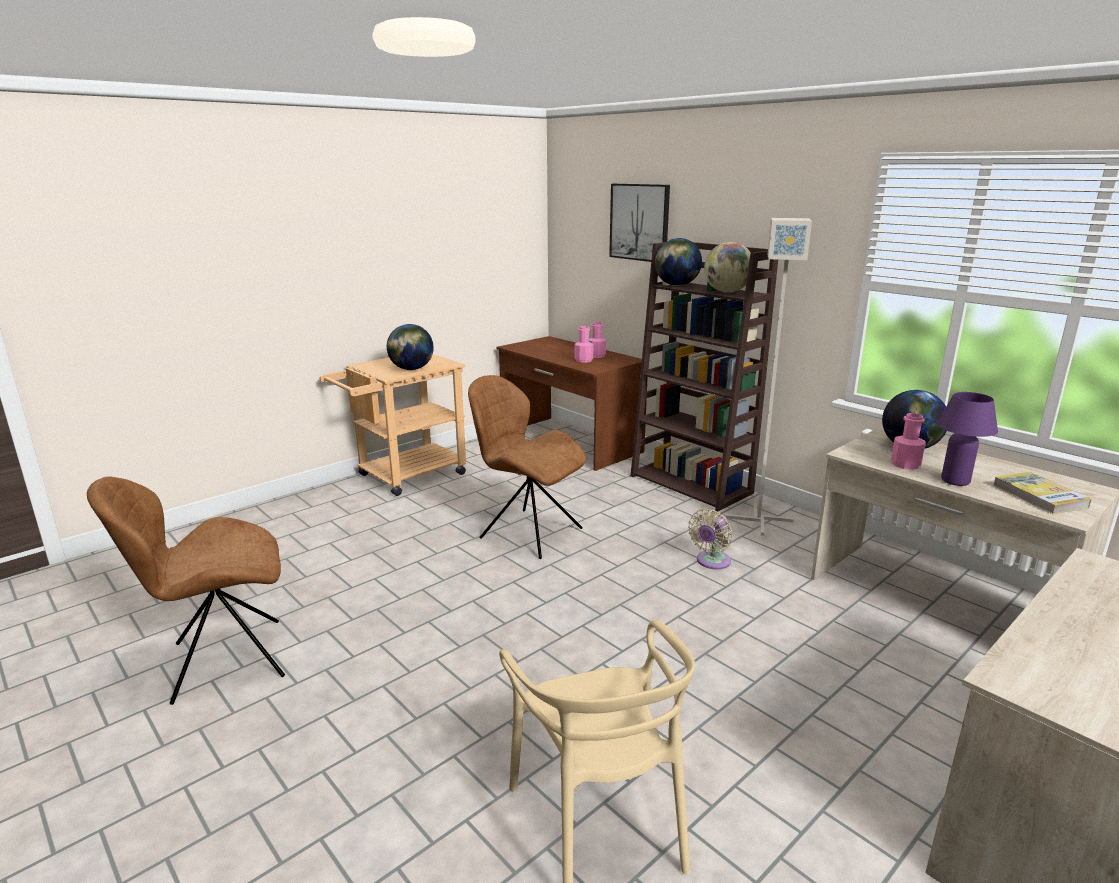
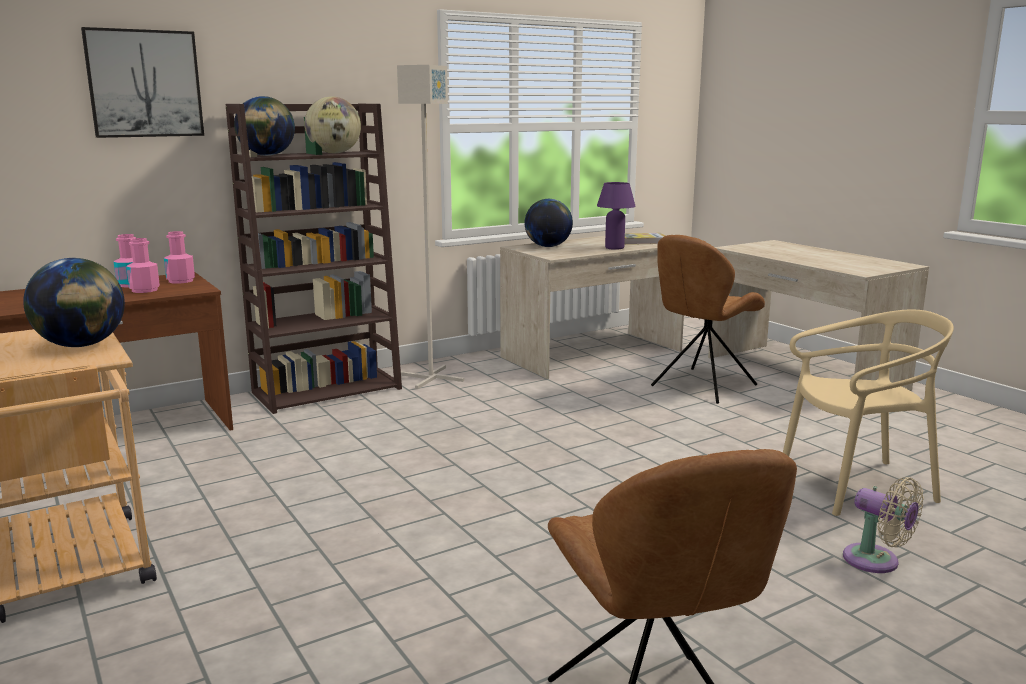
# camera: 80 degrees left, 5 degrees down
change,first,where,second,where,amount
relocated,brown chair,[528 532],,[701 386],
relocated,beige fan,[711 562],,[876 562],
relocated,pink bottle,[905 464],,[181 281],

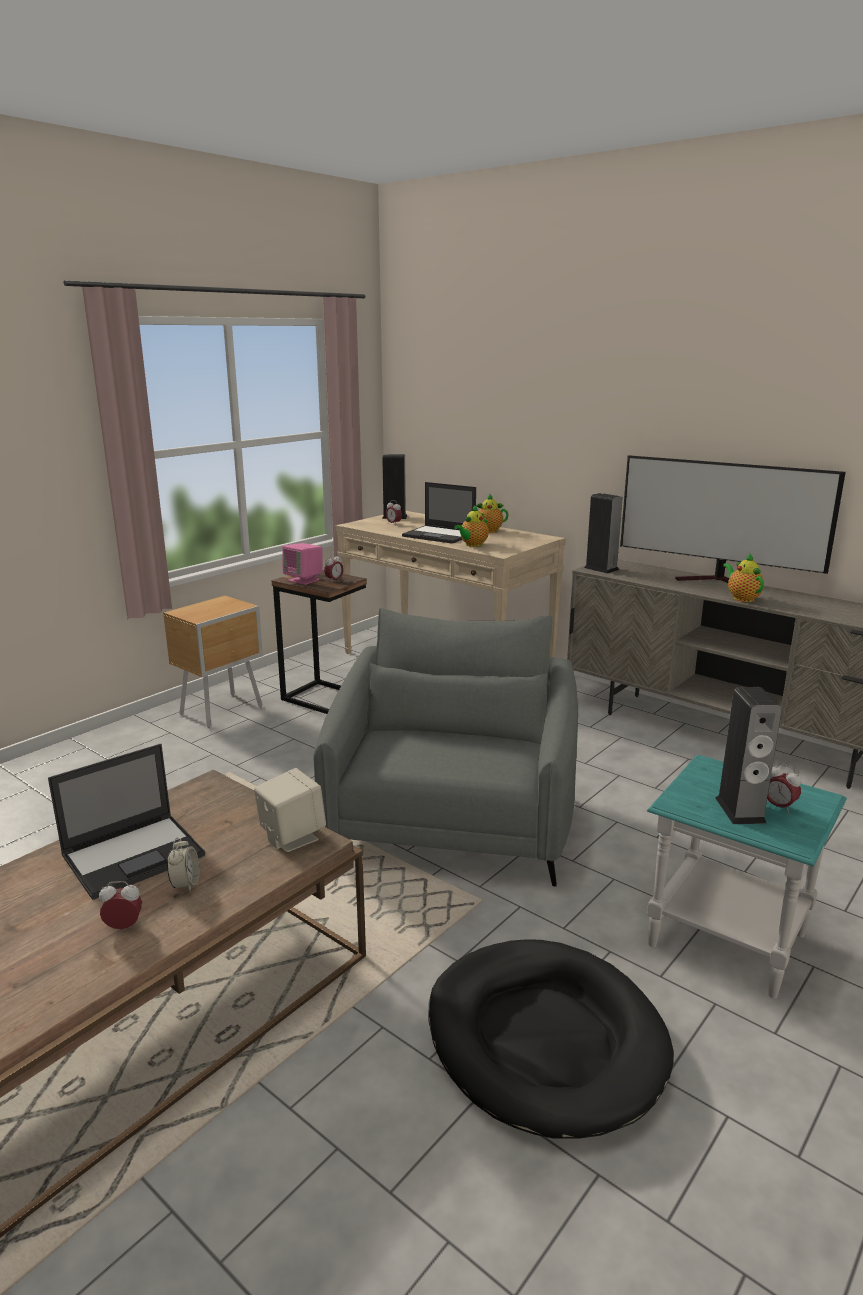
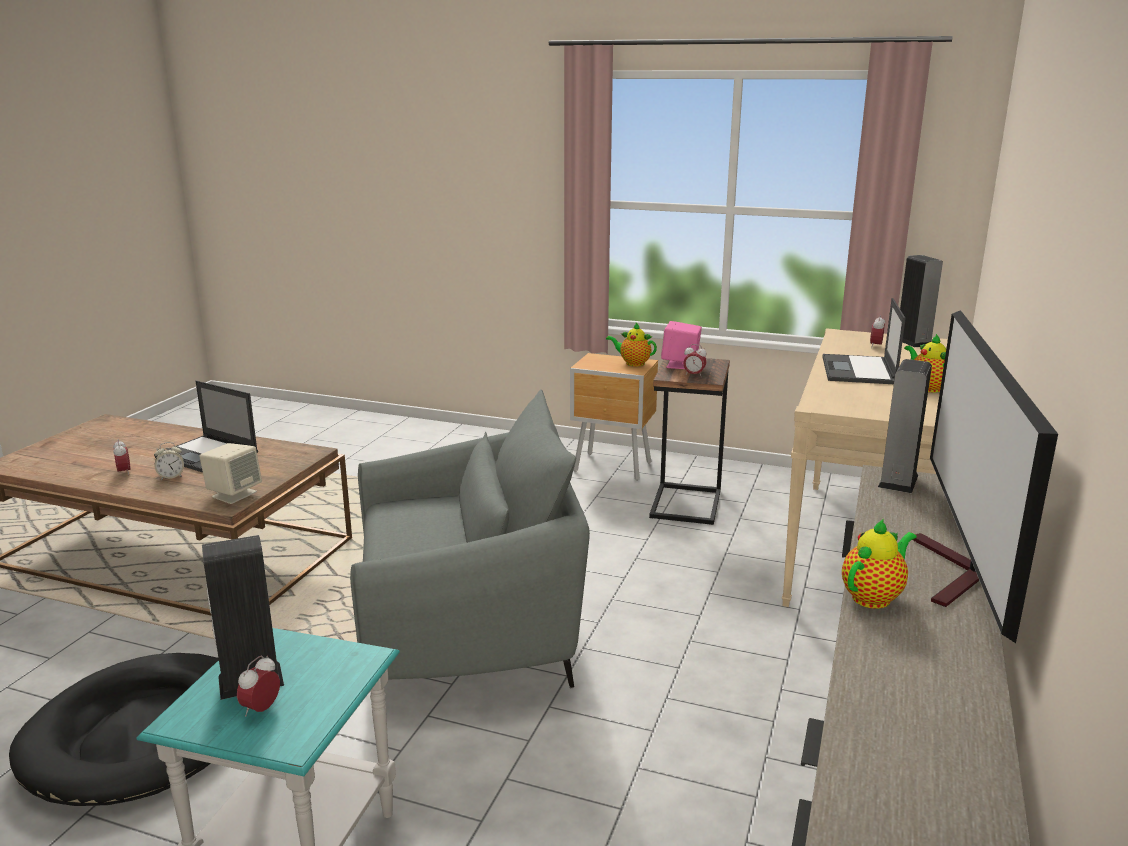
# camera: 70 degrees right, 0 degrees up
change,first,where,second,where,amount
relocated,teapot,[472 545],,[633 363],

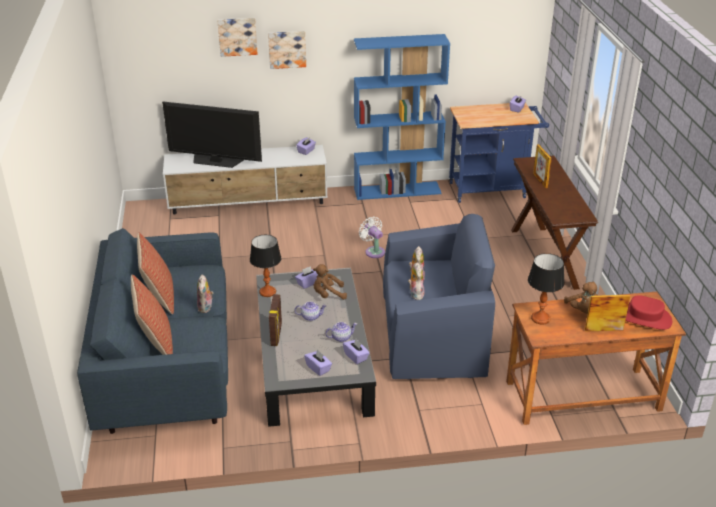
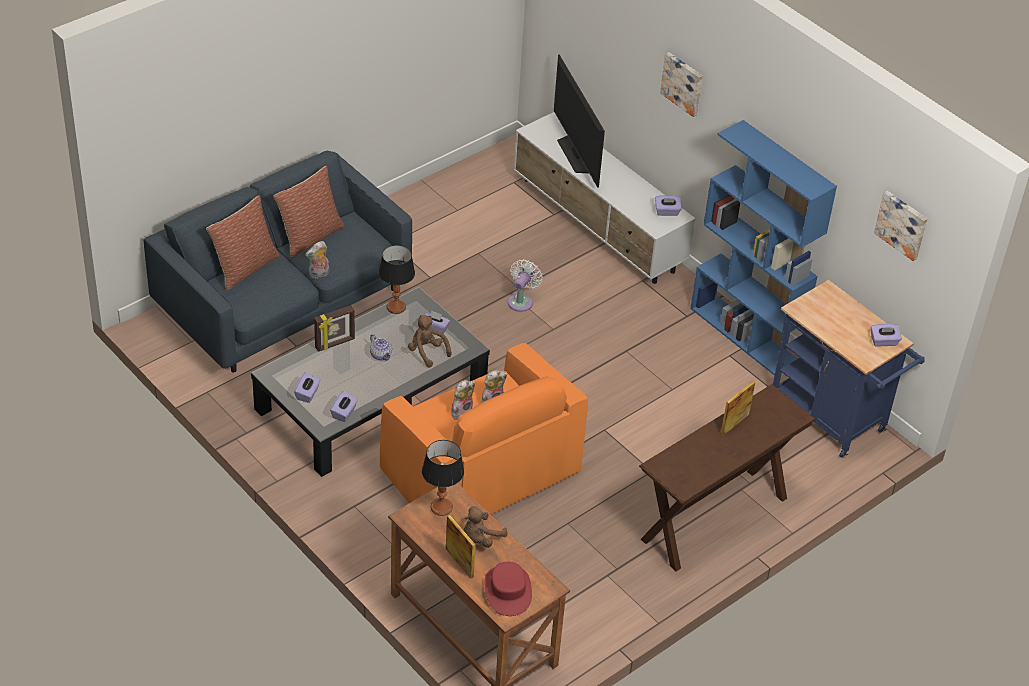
# camera: 55 degrees right, 10 degrees up
change,first,where,second,where,amount
relocated,picture,[237 36],,[902 224],
missing,teapot,[341 337],,,
relocated,white fan,[373 251],,[521 301],
colour,blue armchair,[432 336],orange armchair,[479 473],

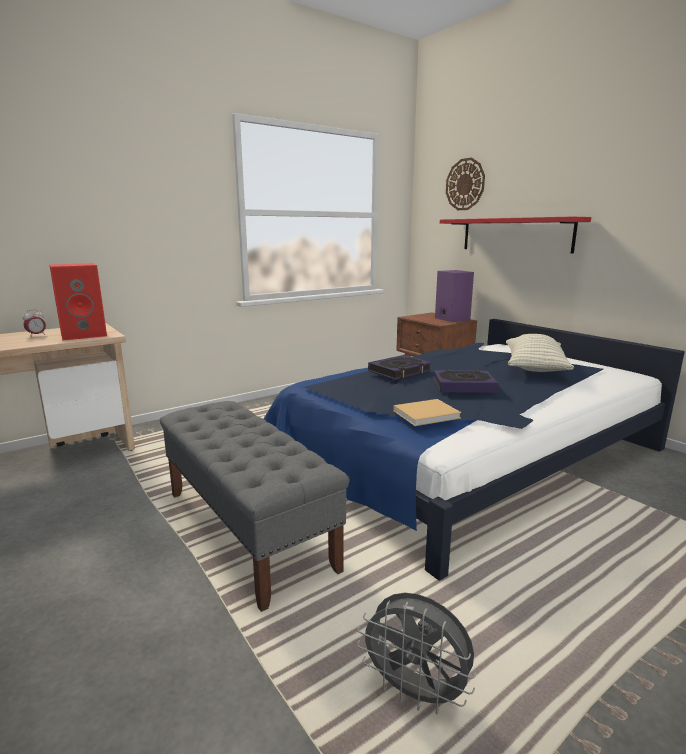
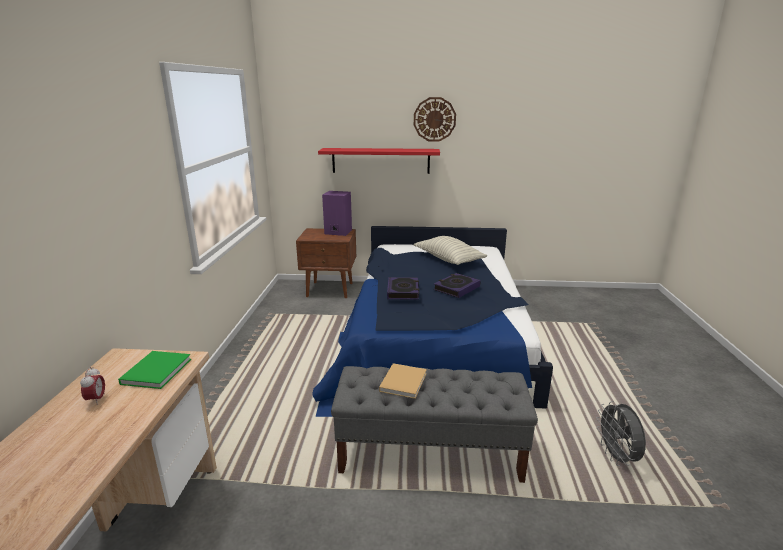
# camera: 50 degrees left, 5 degrees up
change,first,where,second,where,amount
exchanged,red speaker,[85 334],green book,[158 370],
spun,grey fan,[416 693],,[617 457],105 degrees clockwise
relocated,beige book,[428 414],,[404 381],
relocated,wall clock,[465 184],,[434 119],

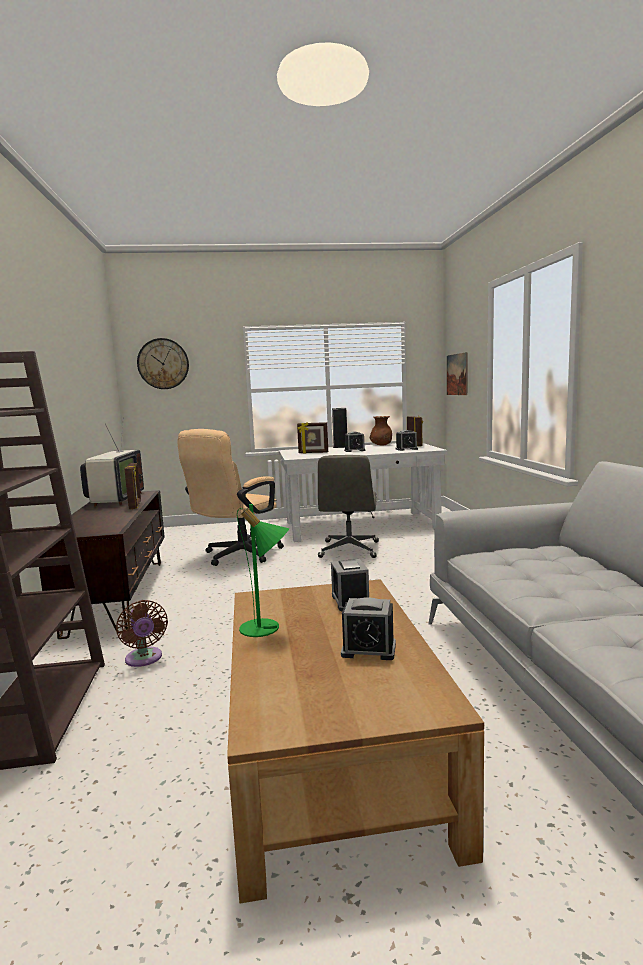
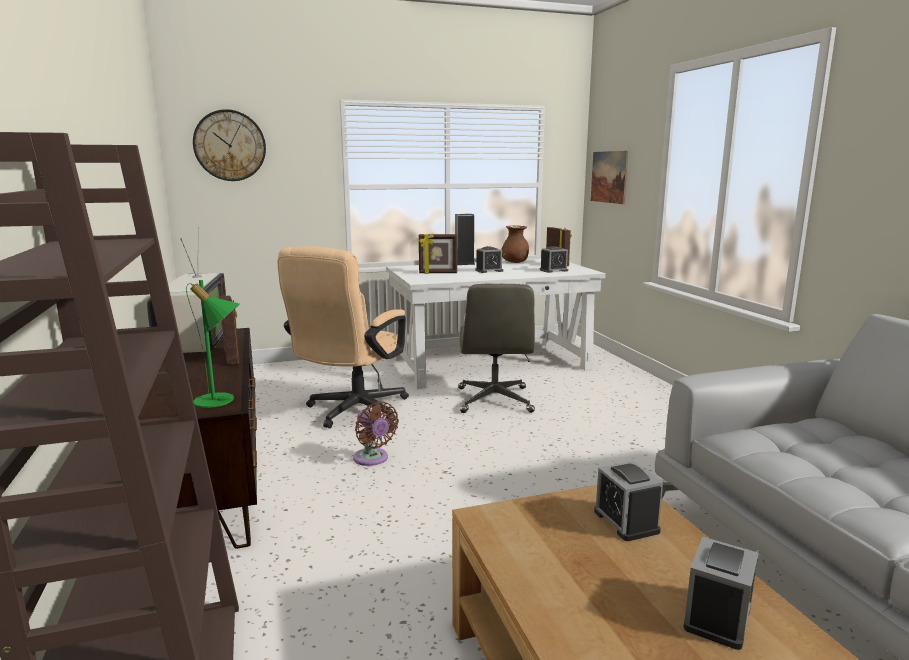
# camera: 10 degrees left, 5 degrees up
change,first,where,second,where,amount
relocated,brown fan,[144 659],,[372 459],
relocated,green table lamp,[266 629],,[220 401],
spun,alarm clock,[368 649],,[717 617],60 degrees counterclockwise

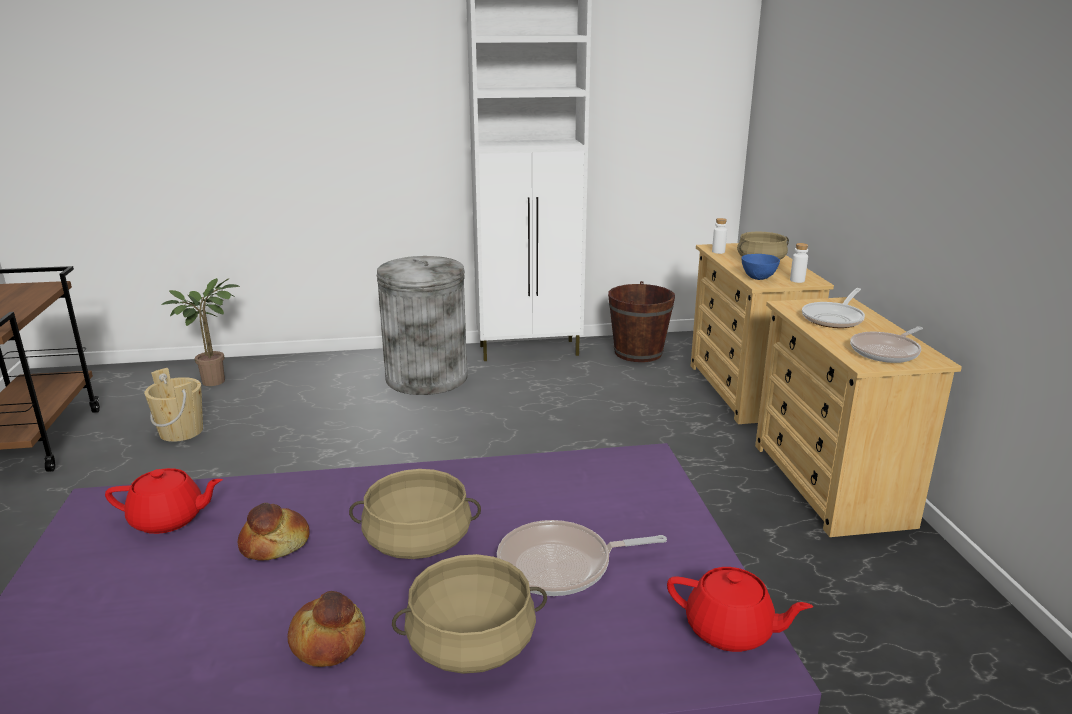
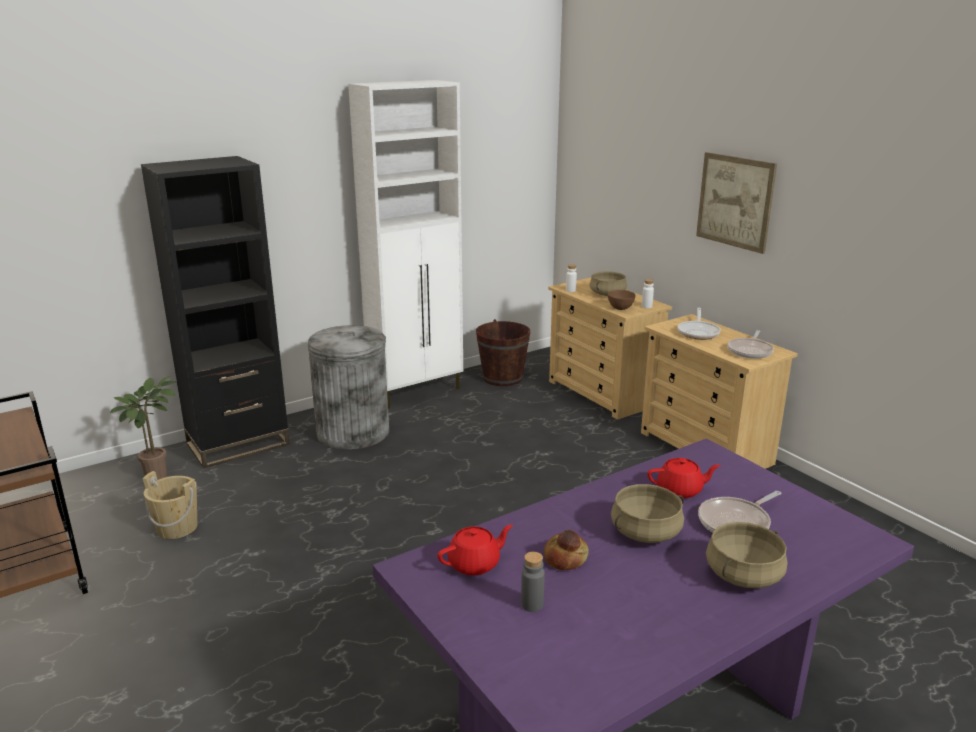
# camera: 25 degrees left, 0 degrees up
change,first,where,second,where,amount
missing,bread,[329 641],,,
relocated,red teapot,[730 631],,[680 490],
colour,blue bowl,[758 278],brown bowl,[620 308],
appeared,,,black bookcase,[238 444],
appeared,,,grey bottle,[532 604],
appeared,,,picture,[735 201],

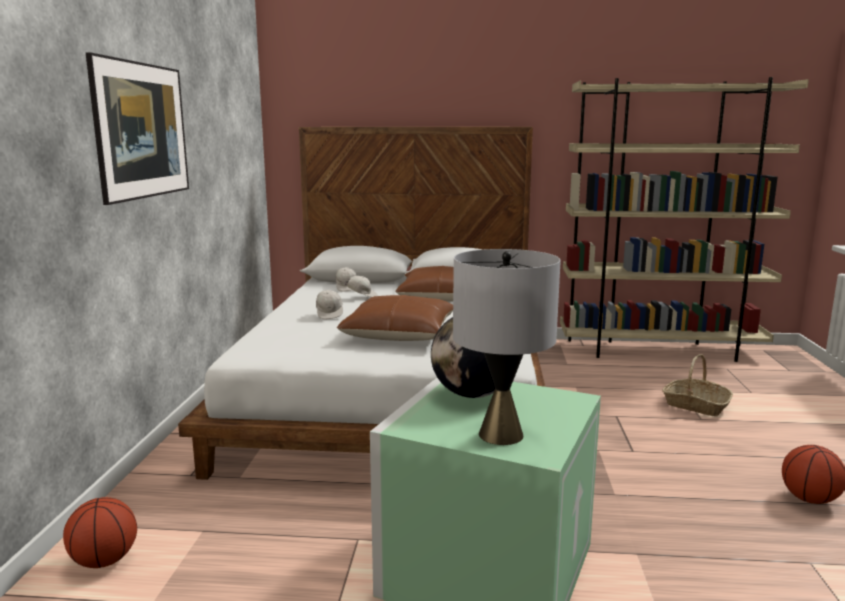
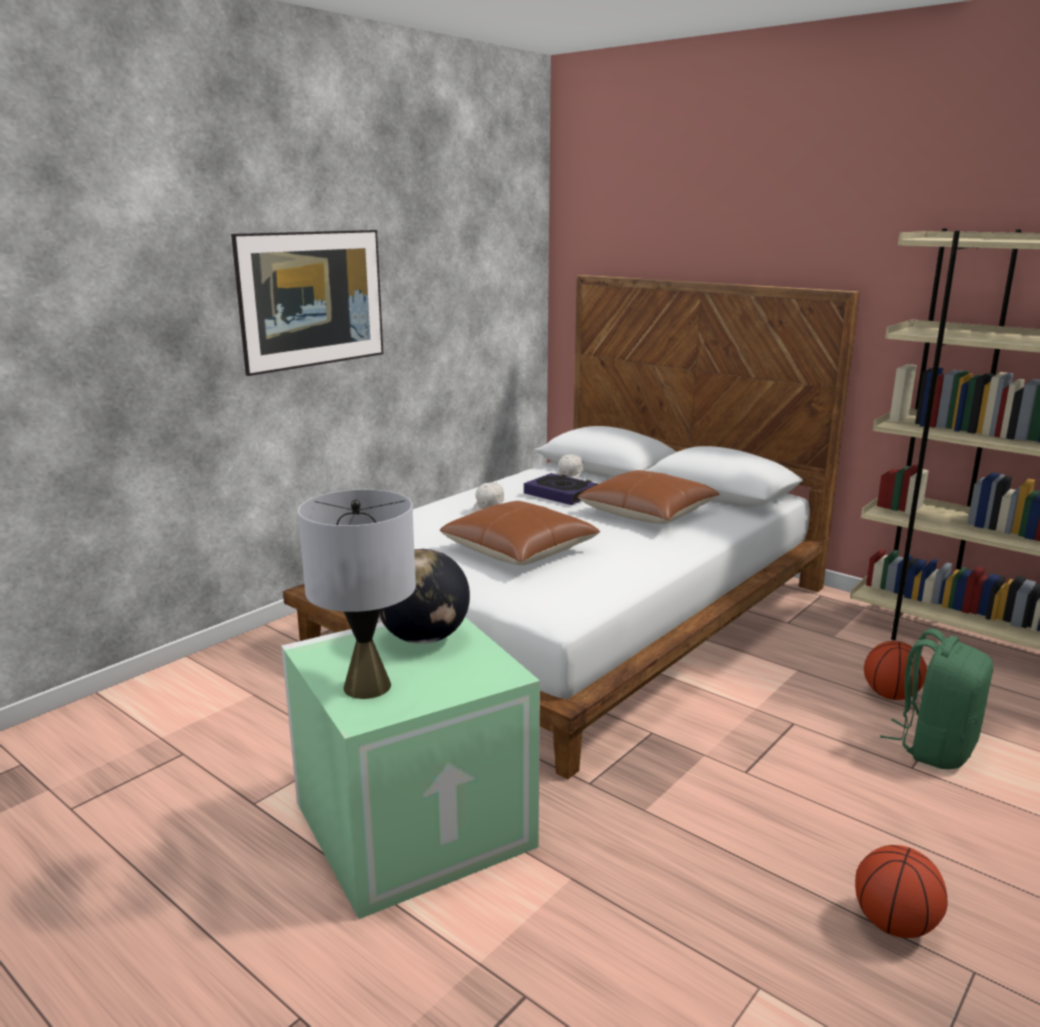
# camera: 35 degrees right, 5 degrees up
change,first,where,second,where,amount
relocated,basketball,[104 561],,[890 695],
exchanged,white cap,[361 296],book,[561 494],
exchanged,basket,[695 405],green backpack,[934 747],

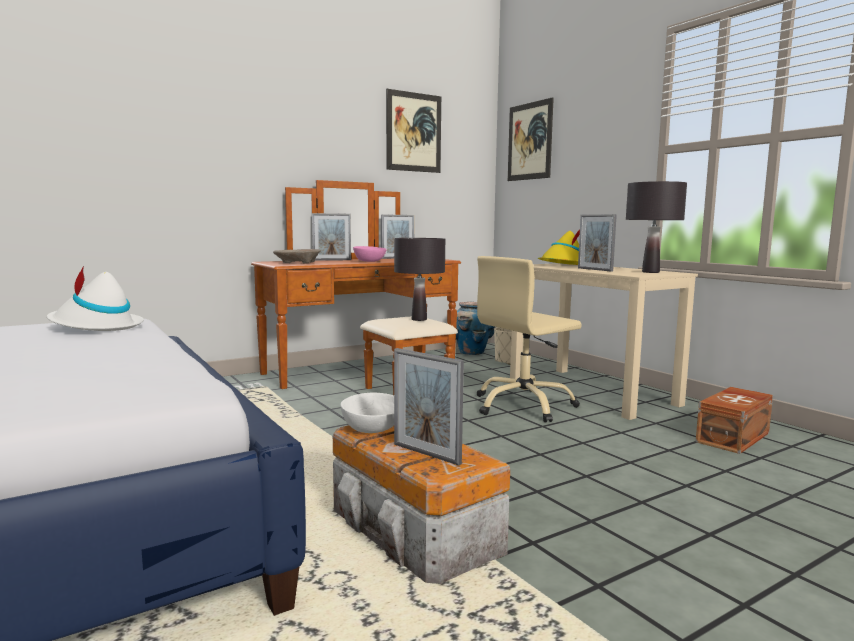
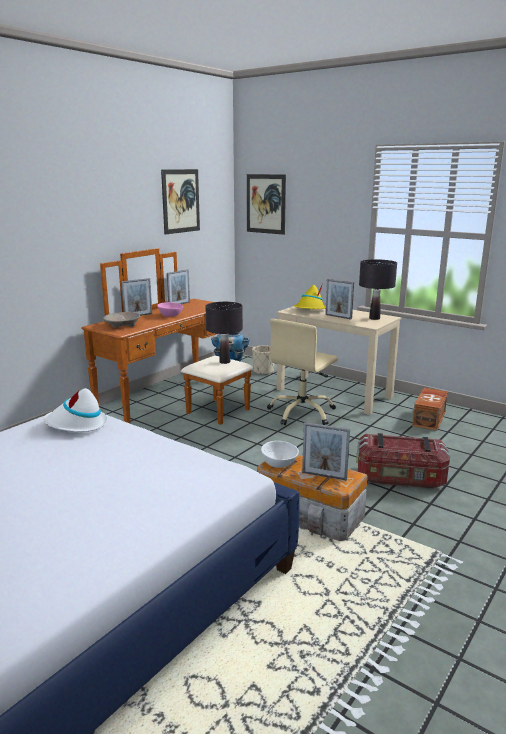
# camera: 20 degrees left, 10 degrees up
change,first,where,second,where,amount
appeared,,,storage box,[400 478],

